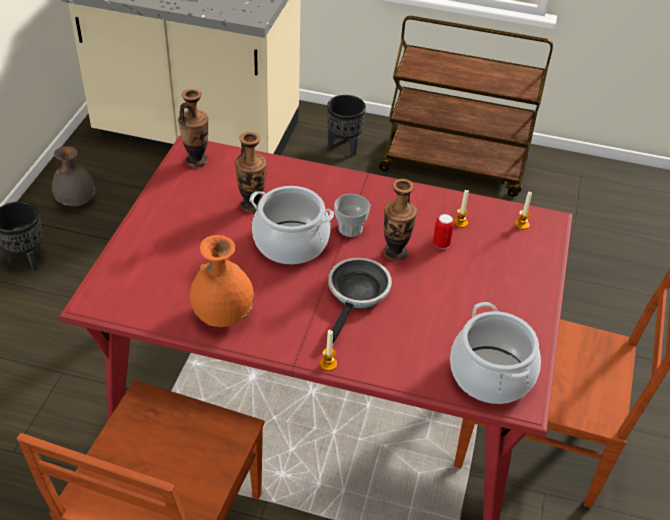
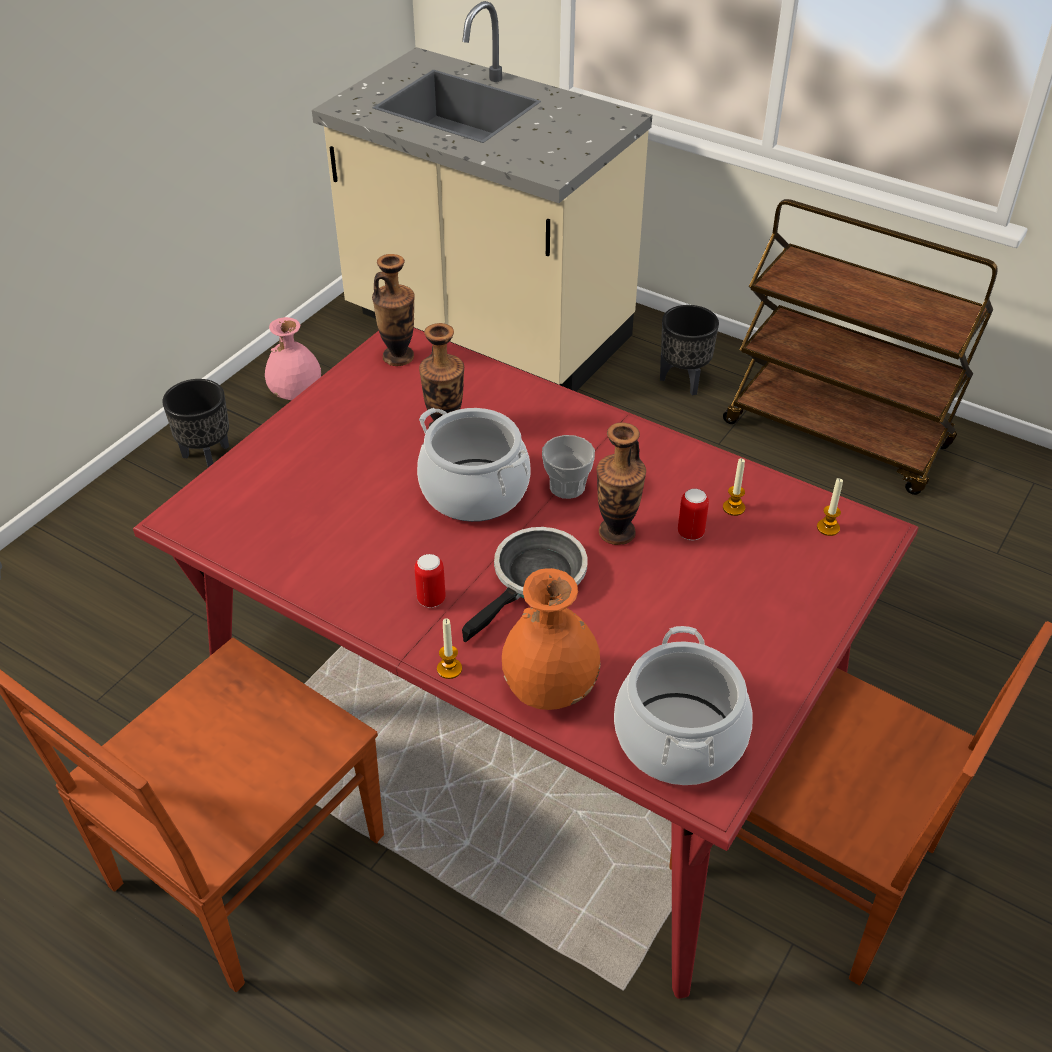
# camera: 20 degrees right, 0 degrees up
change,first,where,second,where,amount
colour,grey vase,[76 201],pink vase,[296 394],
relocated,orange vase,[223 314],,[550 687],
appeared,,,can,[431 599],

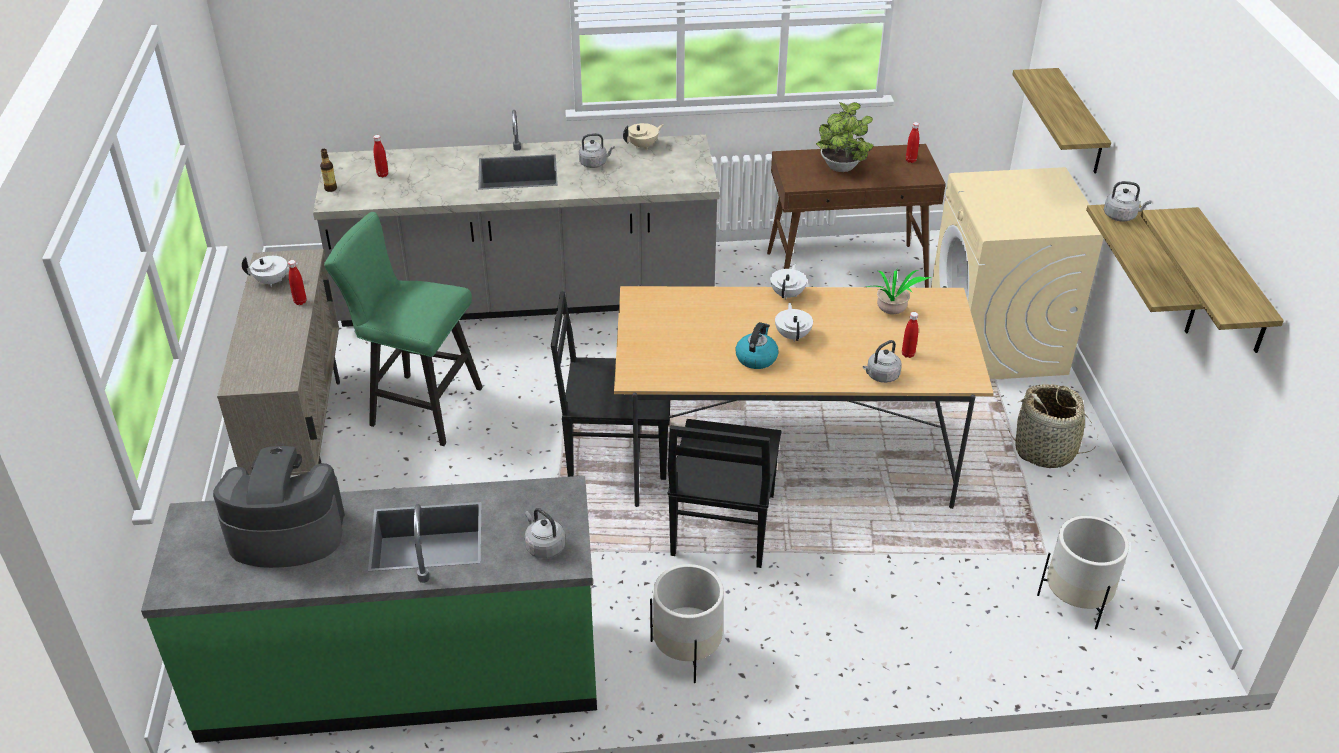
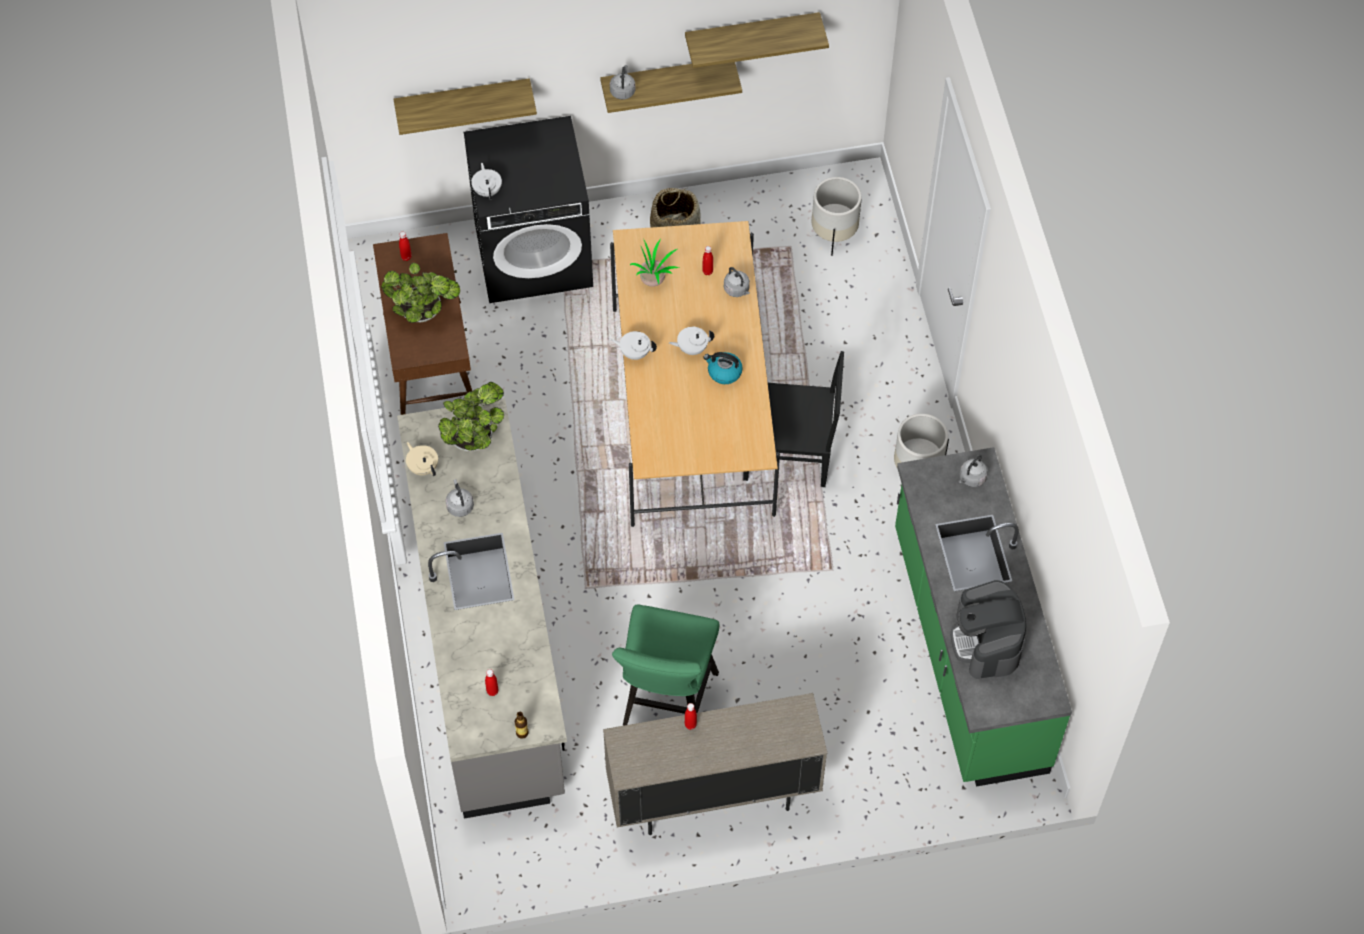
# camera: 95 degrees left, 20 degrees up
change,first,where,second,where,amount
relocated,white teapot,[272 281],,[487 190],
missing,black chair,[616 449],,,
colour,beige washing machine,[997 341],black washing machine,[534 254],
appeared,,,potted plant,[474 438],

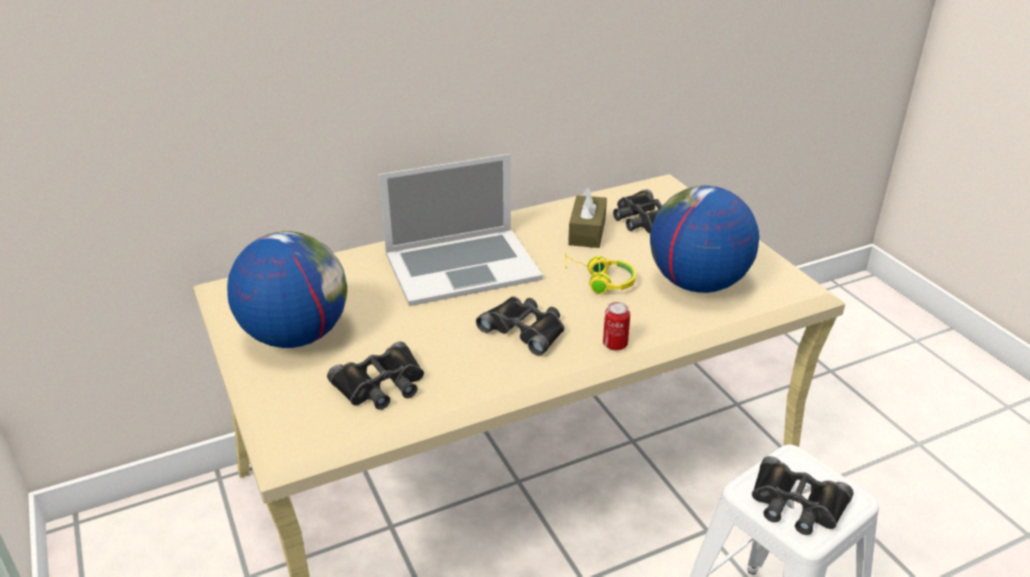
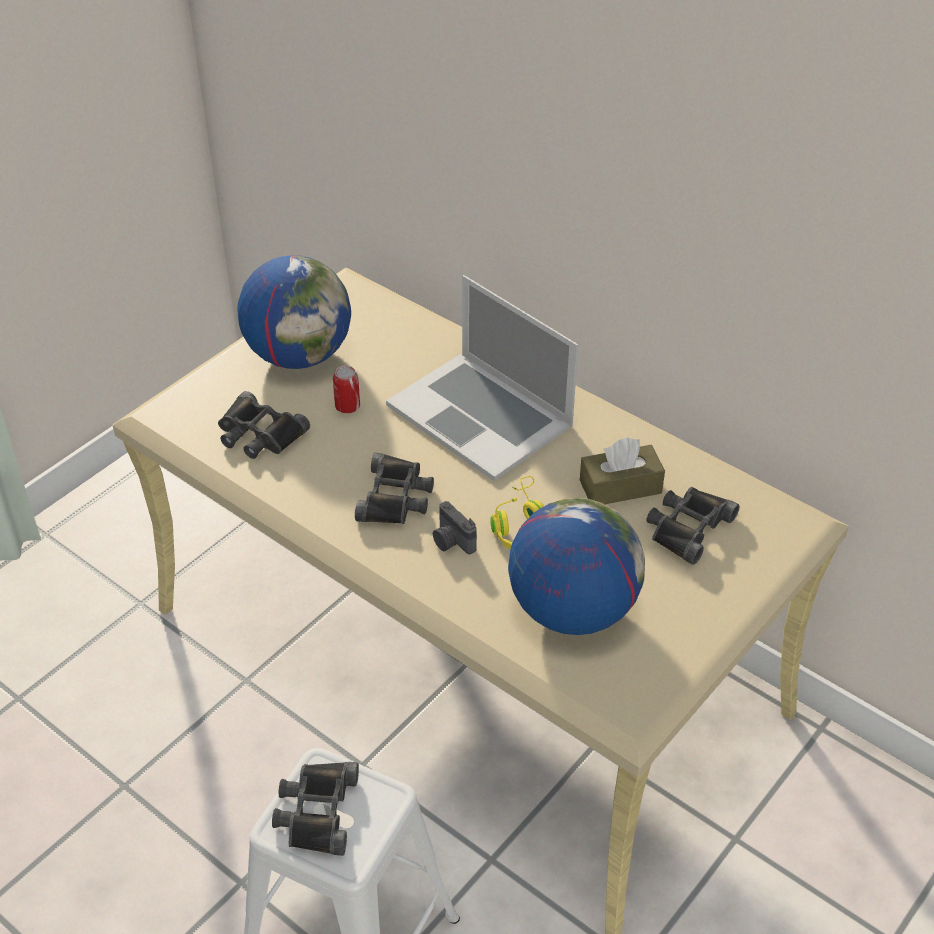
# camera: 65 degrees right, 10 degrees up
change,first,where,second,where,amount
relocated,can,[615 344],,[347 407],
appeared,,,photo camera,[451 541],

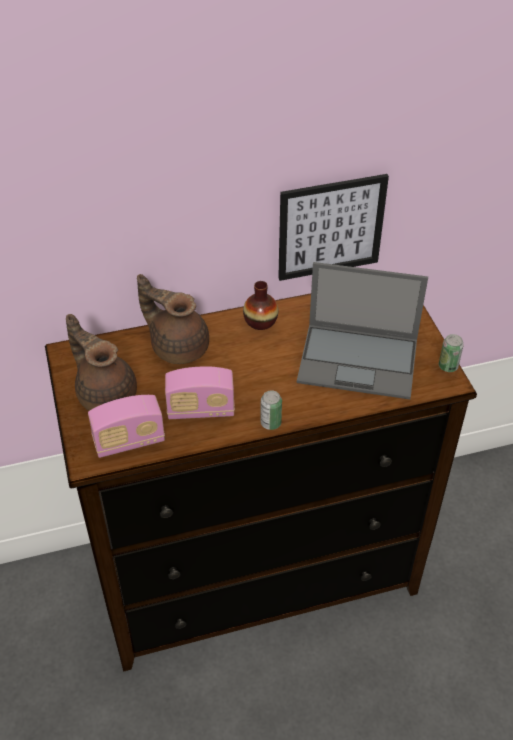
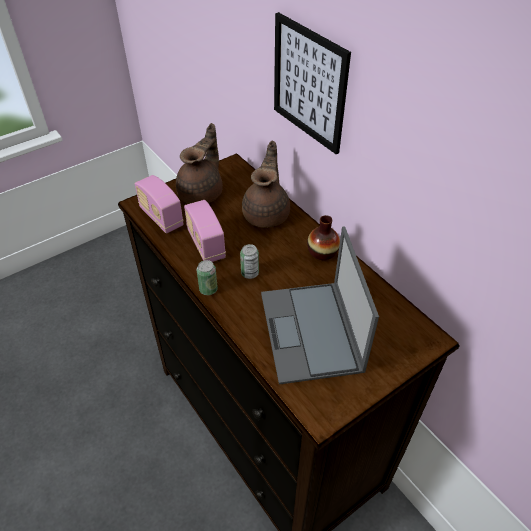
# camera: 70 degrees right, 0 degrees up
change,first,where,second,where,amount
relocated,picture,[331 227],,[309 83],
relocated,can,[448 366],,[250 273],

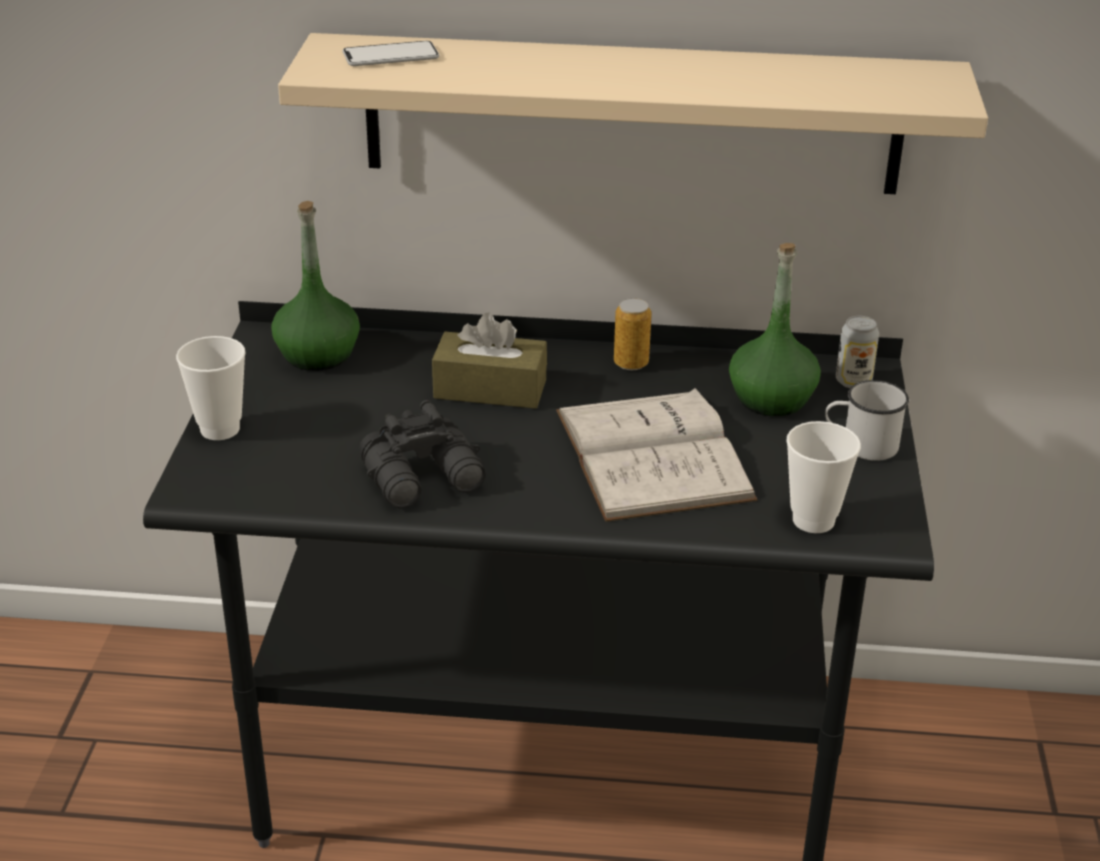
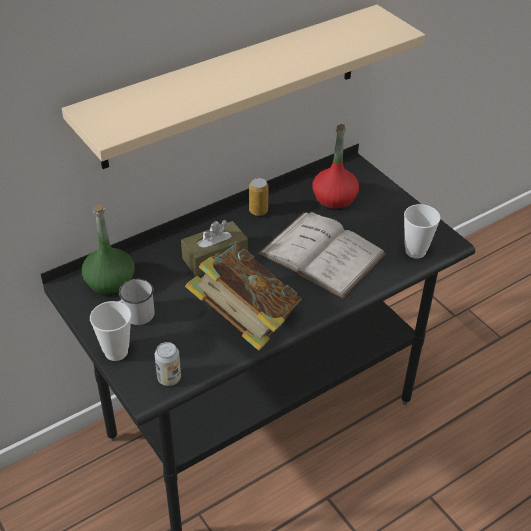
# camera: 40 degrees left, 10 degrees up
change,first,where,second,where,amount
missing,phone,[390 56],,,
exchanged,black binoculars,[425 478],book,[245 321],
colour,green bottle,[771 399],red bottle,[334 199],
relocated,white mug,[861 445],,[134 316],
relocated,can,[853 381],,[169 378],

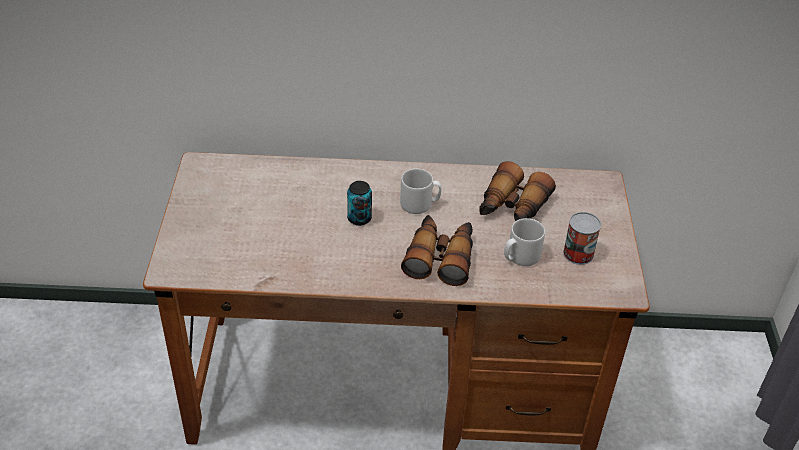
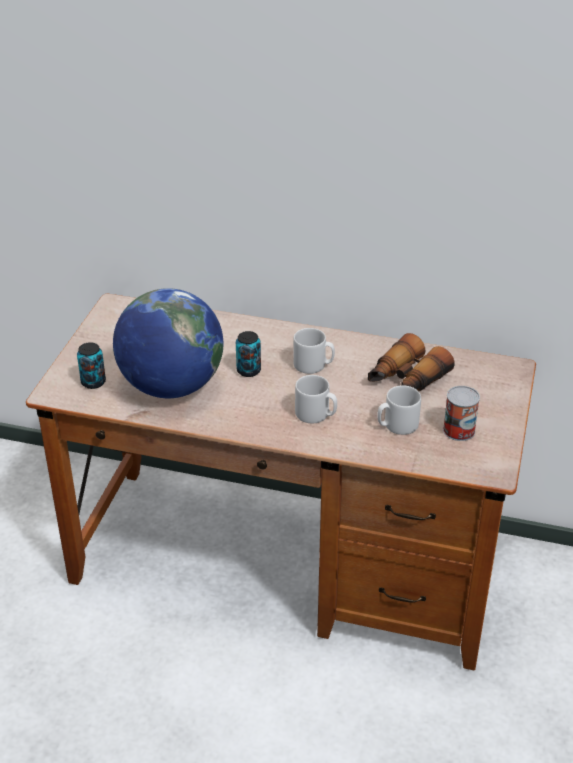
# camera: 15 degrees right, 5 degrees down
change,first,where,second,where,amount
exchanged,binoculars,[440 257],grey mug,[316 414],
appeared,,,can,[93 382],
appeared,,,globe,[171 386],

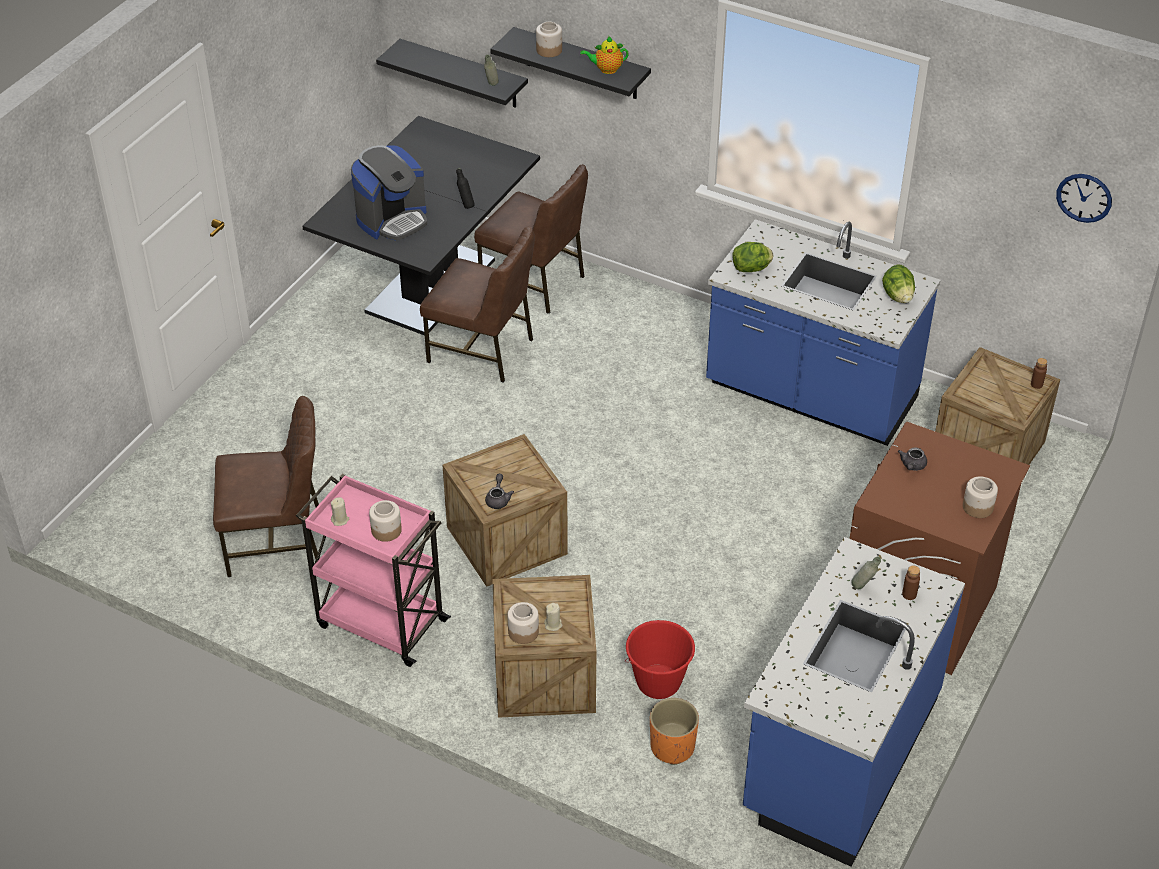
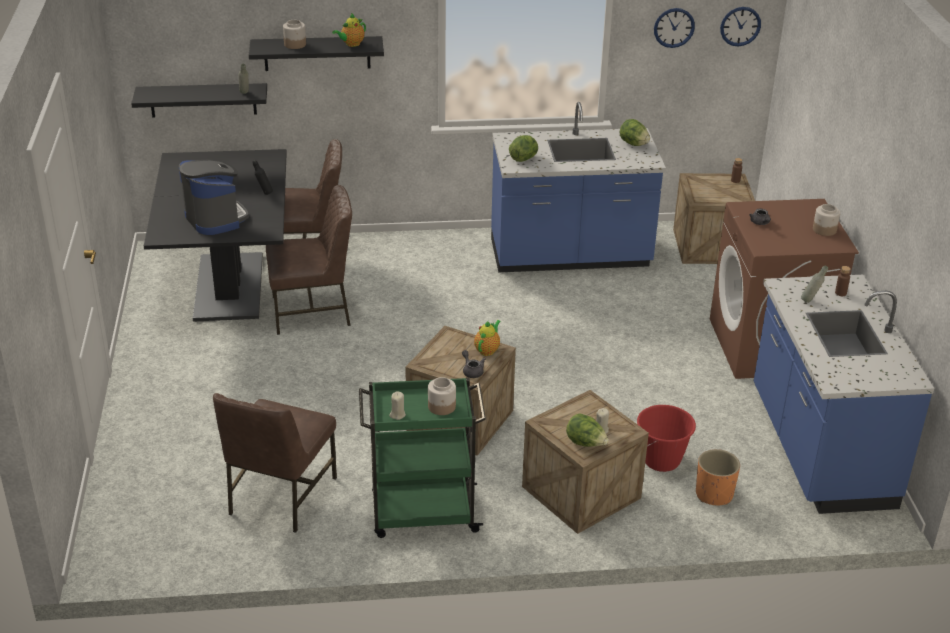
# camera: 35 degrees left, 10 degrees down
change,first,where,second,where,amount
spun,brown chair,[277 541],,[280 496],150 degrees clockwise
colour,pink cart,[380 622],green cart,[422 513],
spun,coffee machine,[392 219],,[215 219],45 degrees counterclockwise
exchanged,jar,[523 632],lettuce,[586 443],
appeared,,,teapot,[487 350],
appeared,,,wall clock,[674 27],

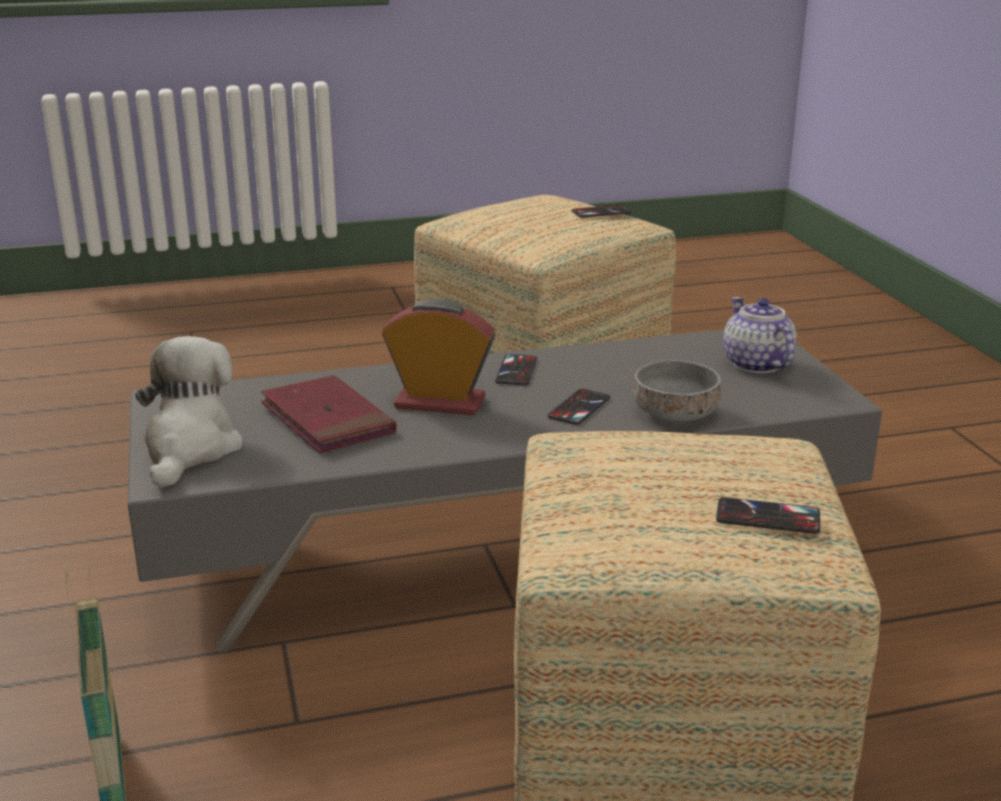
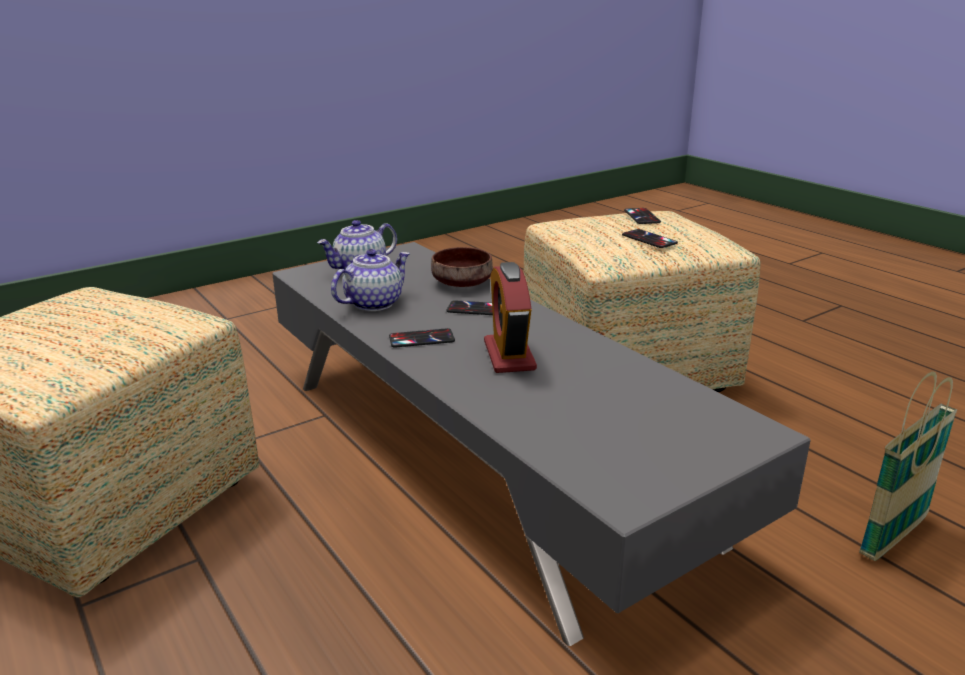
# camera: 110 degrees left, 0 degrees up
change,first,where,second,where,amount
missing,plush toy,[190 449],,,
missing,red book,[327 420],,,
relocated,phone,[601 212],,[649 239],
colour,grey bowl,[675 414],brown bowl,[464 283],
appeared,,,teapot,[374 303],

